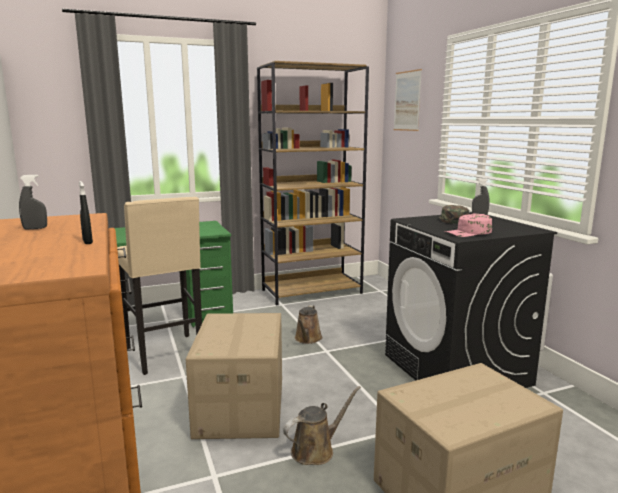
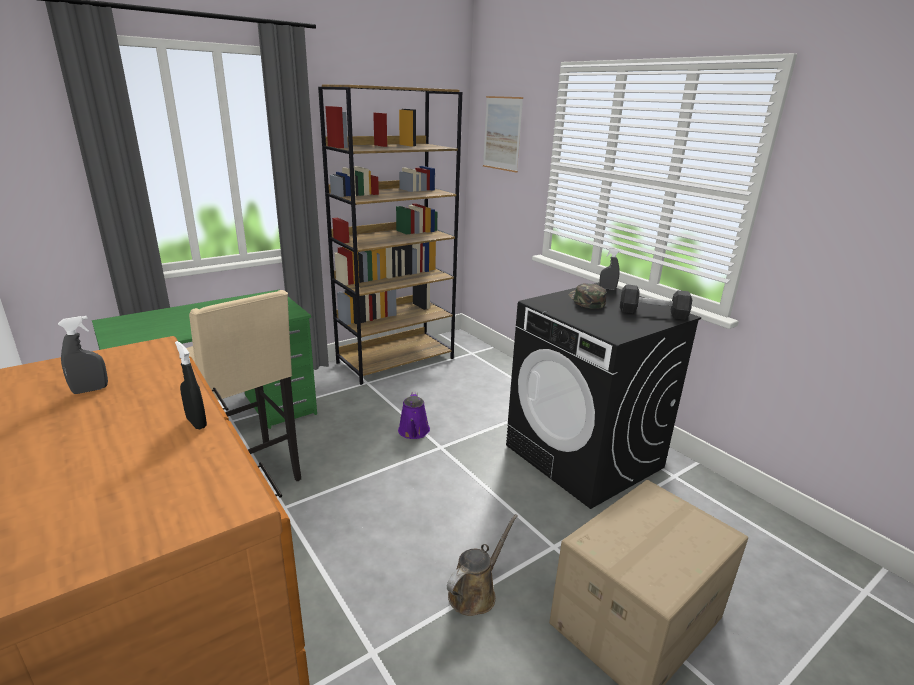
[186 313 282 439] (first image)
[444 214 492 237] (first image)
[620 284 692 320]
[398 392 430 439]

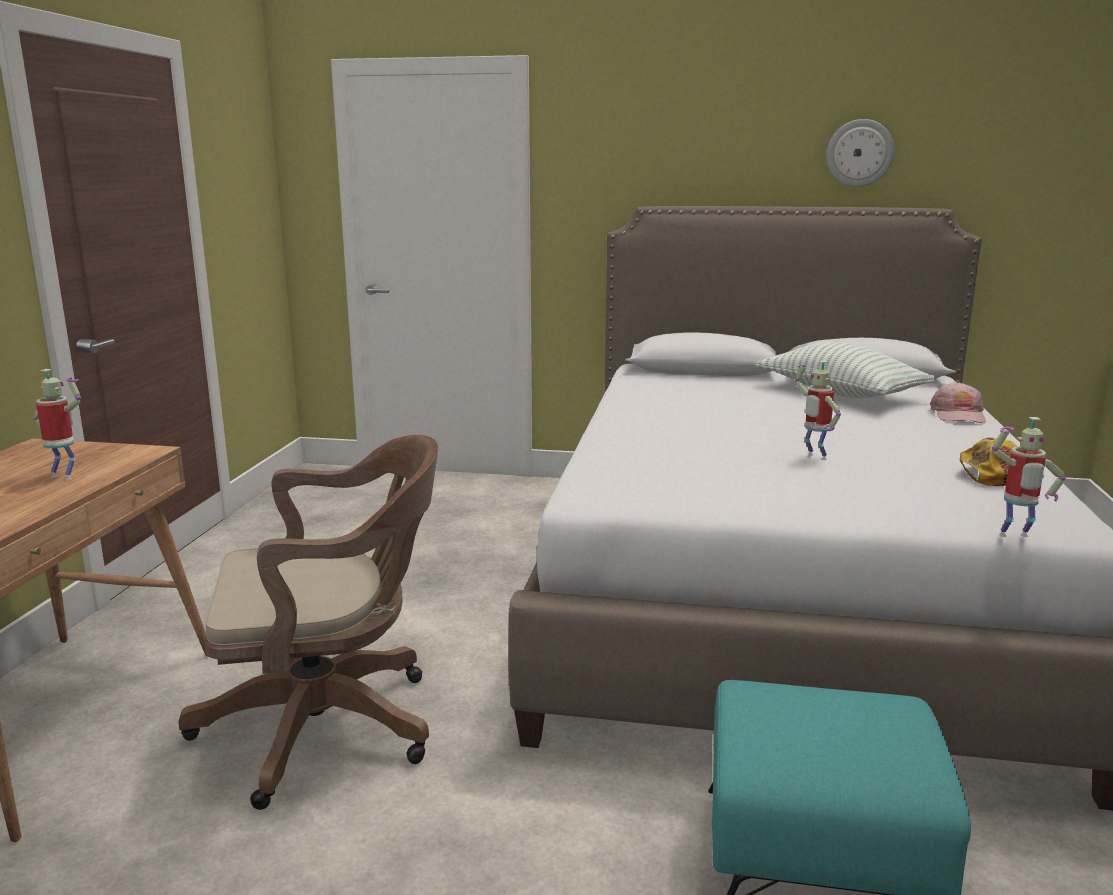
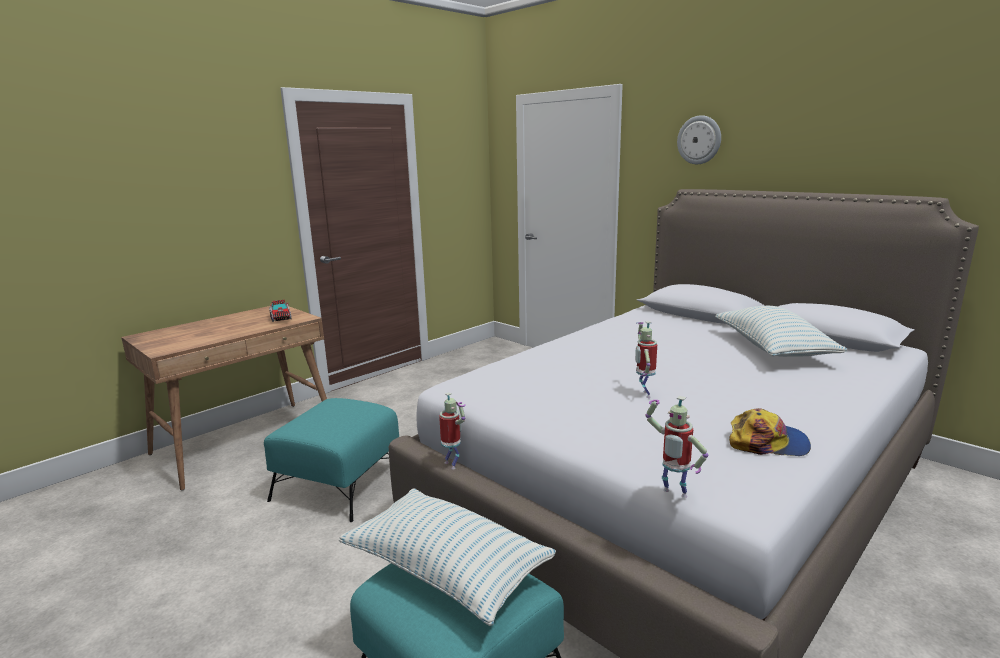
[930 382 986 423] (first image)
[269 300 291 322]
[339 488 556 626]
[439 392 466 470]
[677 115 721 164]
[264 398 399 522]

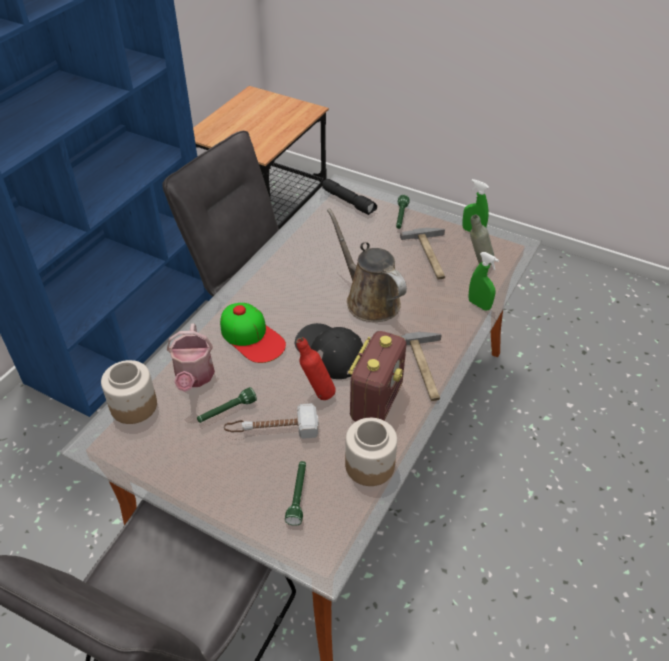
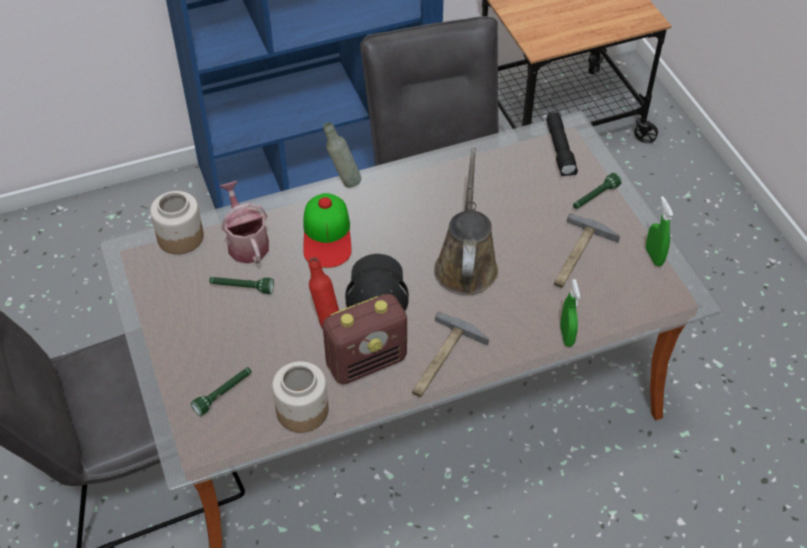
[224 403 319 439] (first image)
[323 122 361 188]
[220 181 269 264]

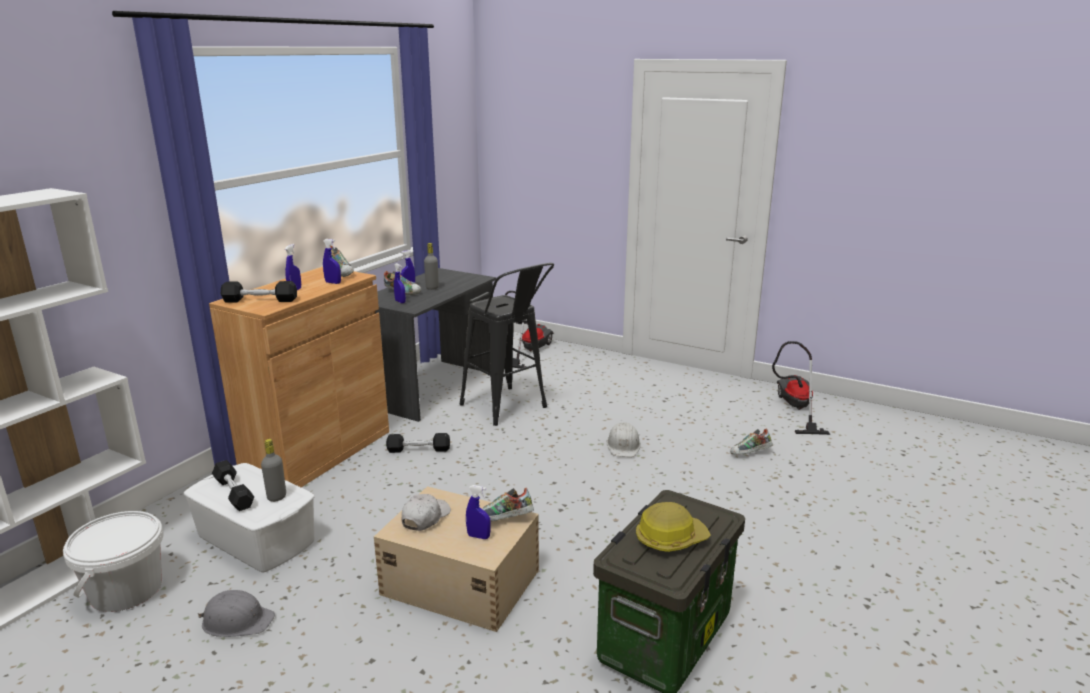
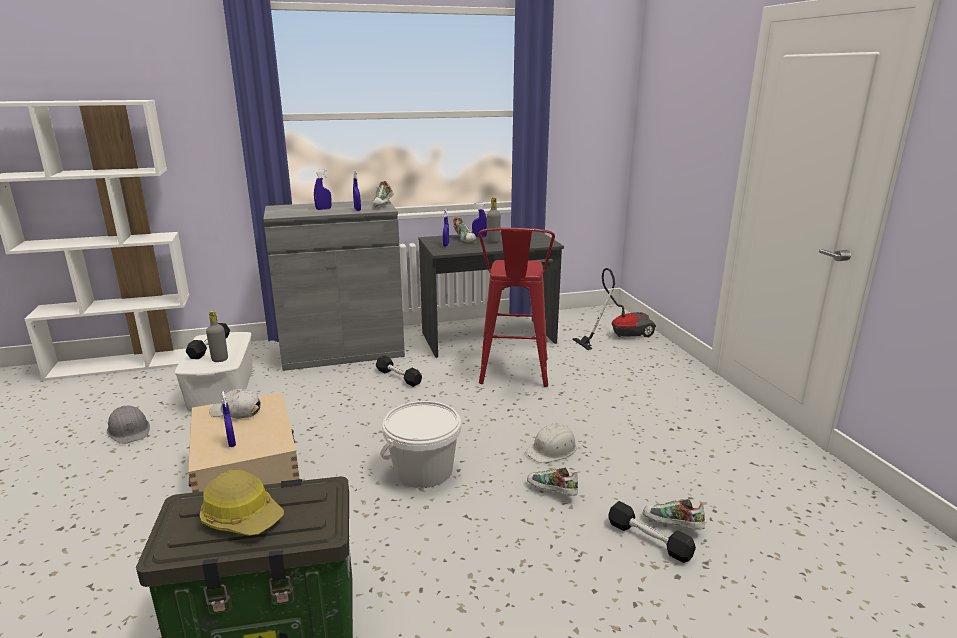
[772 341 830 435] (first image)
[380 401 461 488]
[608 501 696 563]
[527 468 578 496]
[263 200 405 371]
[478 228 555 387]
[209 388 260 418]

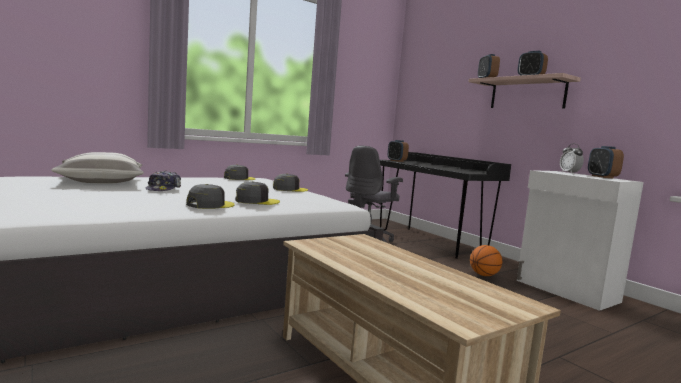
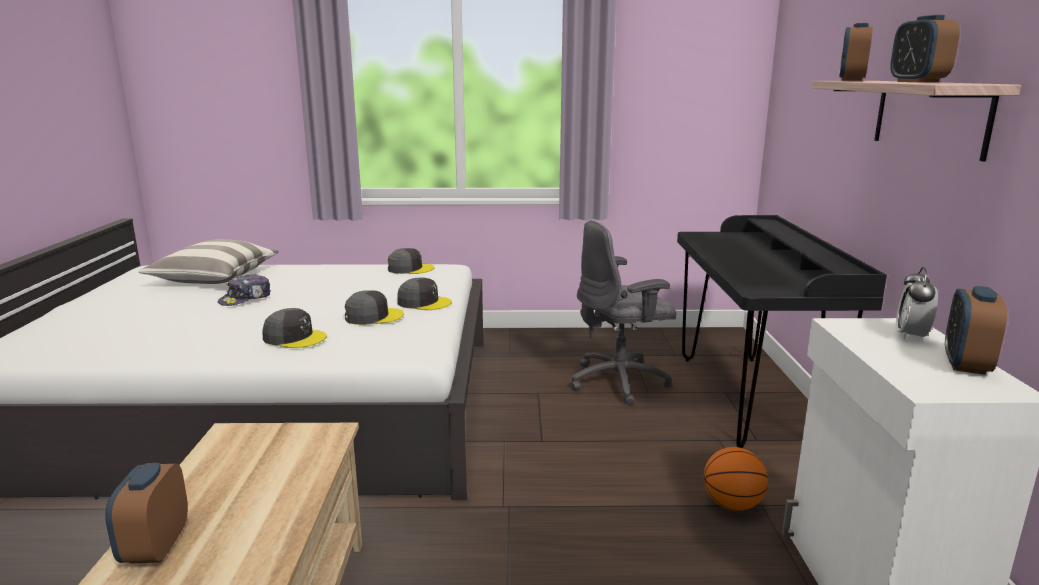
[344 290 404 325]
[105 463 188 564]

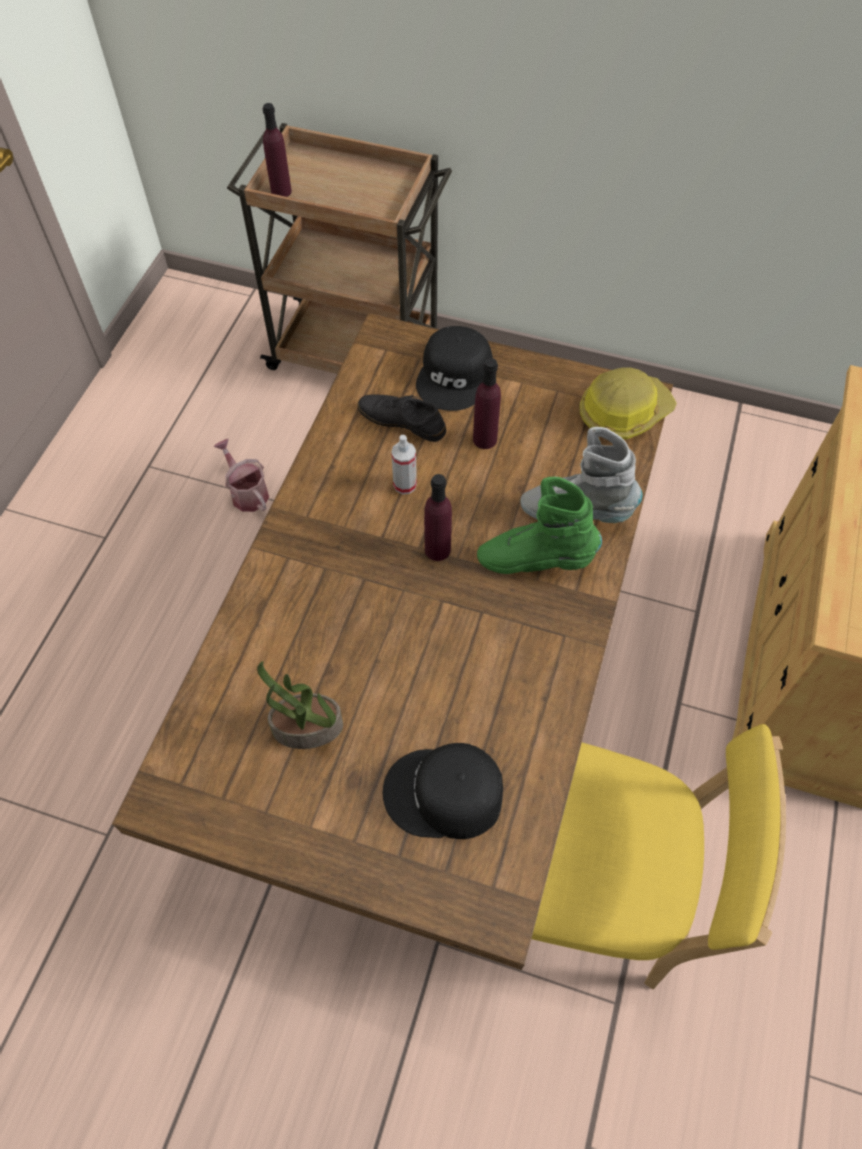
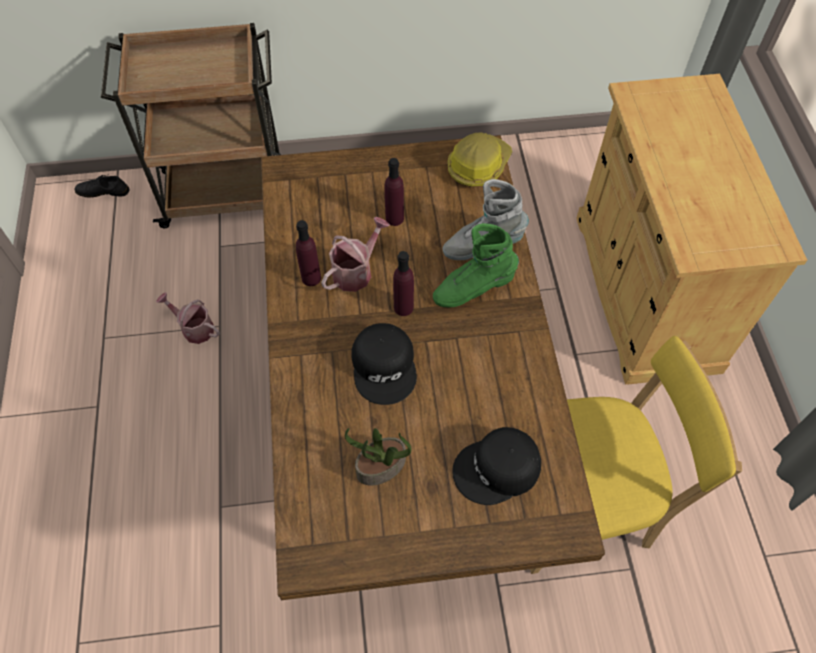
[296 220 321 286]
[75 174 129 198]
[351 323 417 405]
[321 217 390 292]

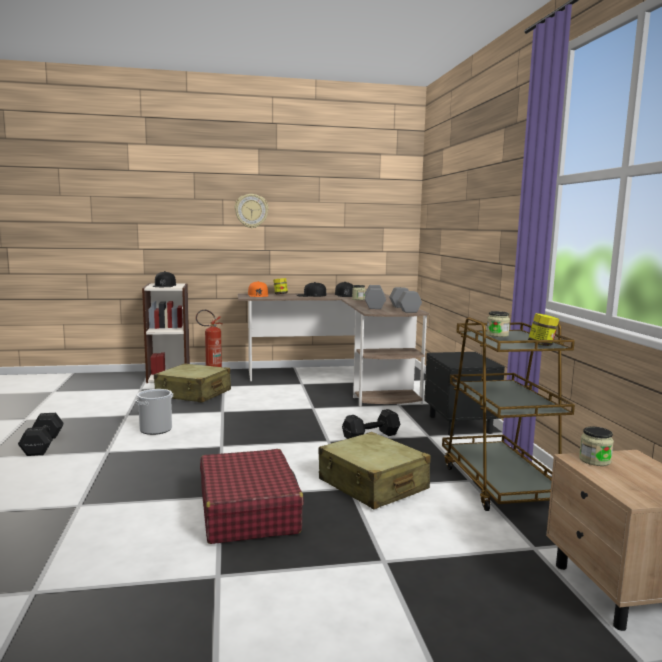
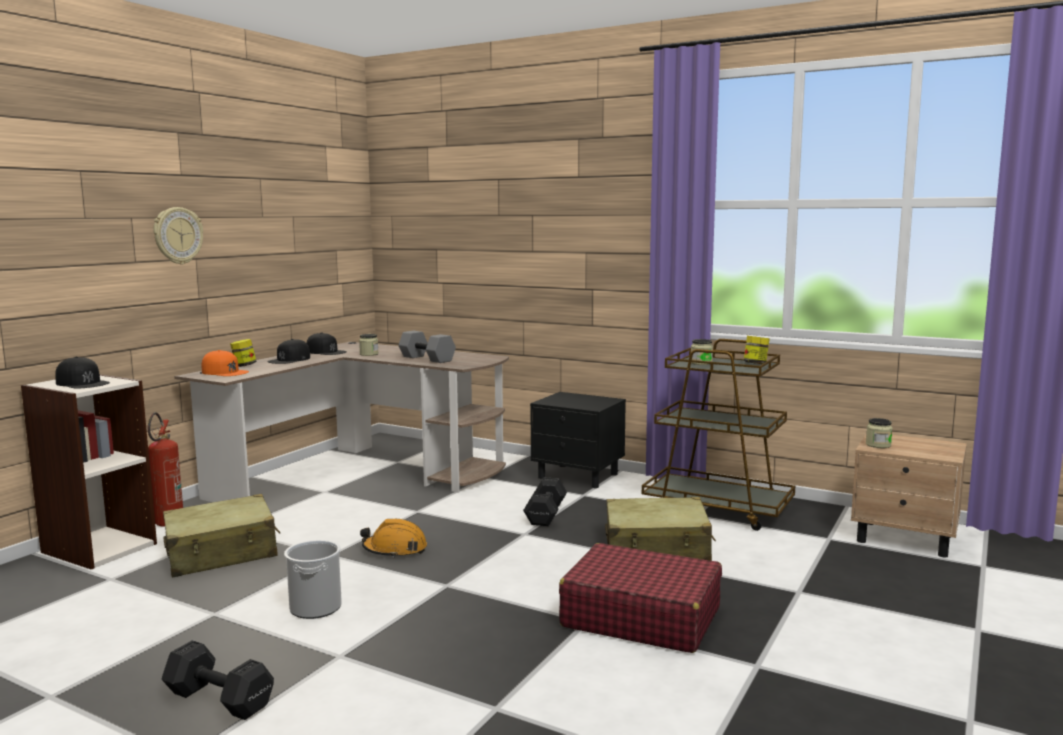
[389 287 422 313] (first image)
[360 519 427 558]

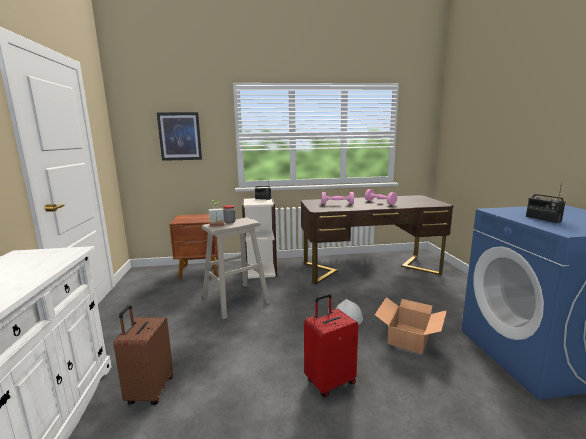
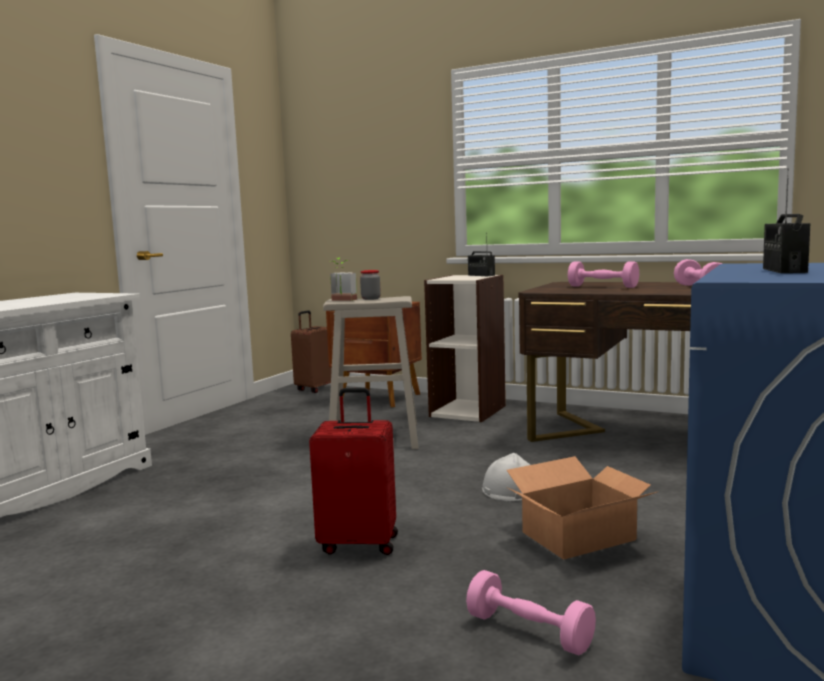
[157 112 202 161] (first image)
[466 570 596 655]
[291 310 332 393]

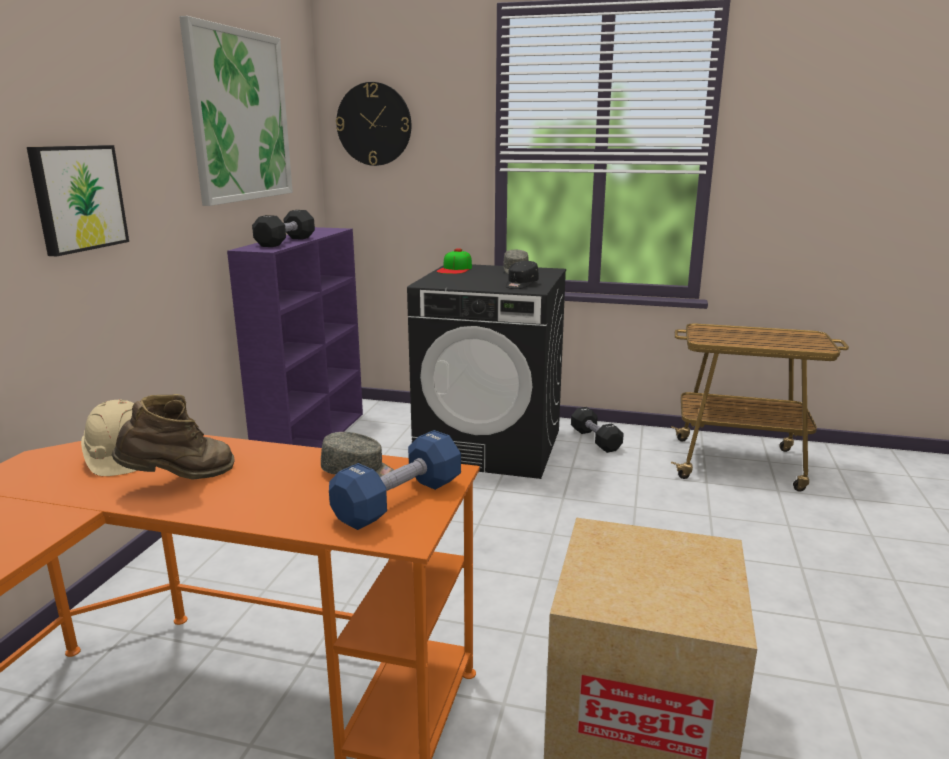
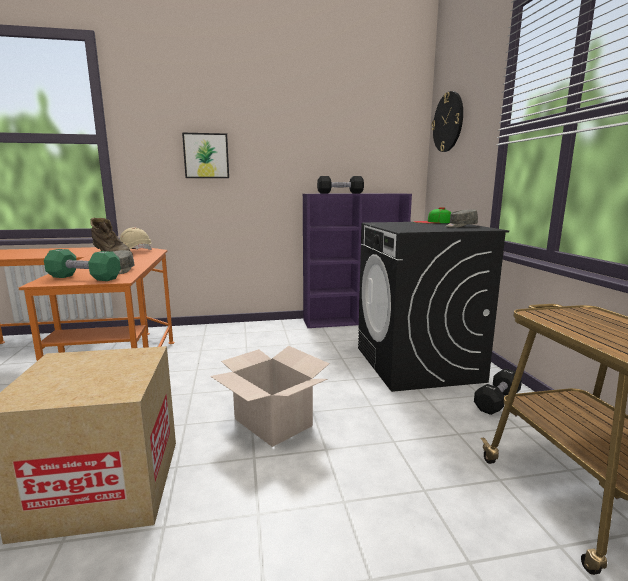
[179 16 293 206] (first image)
[506 261 539 289] (first image)
[210 346 330 447]
[44 249 121 281]

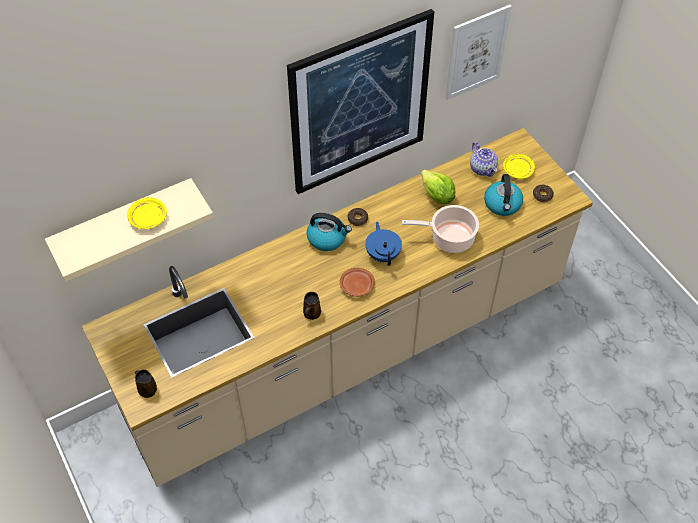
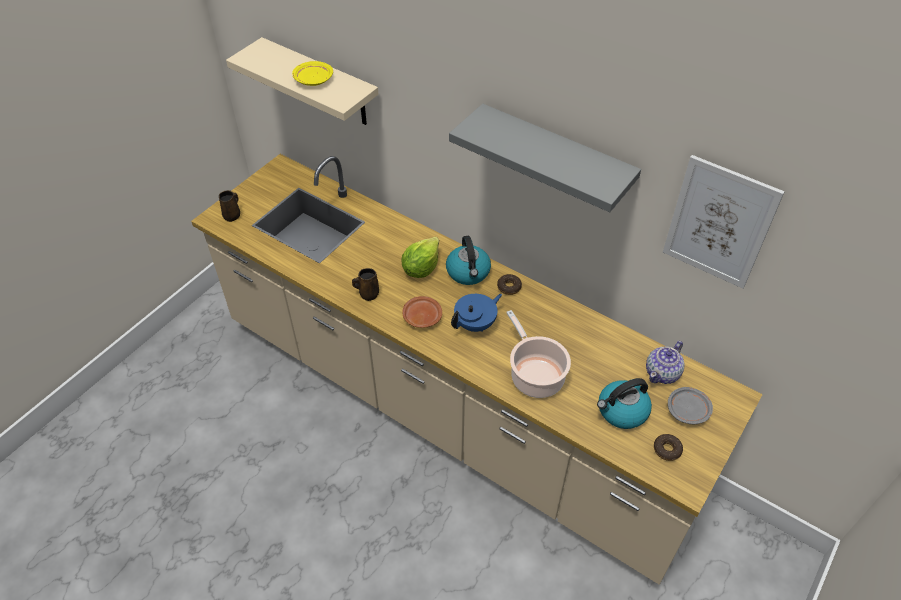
[401 237 439 278]
[449 104 641 212]
[668 387 713 424]

